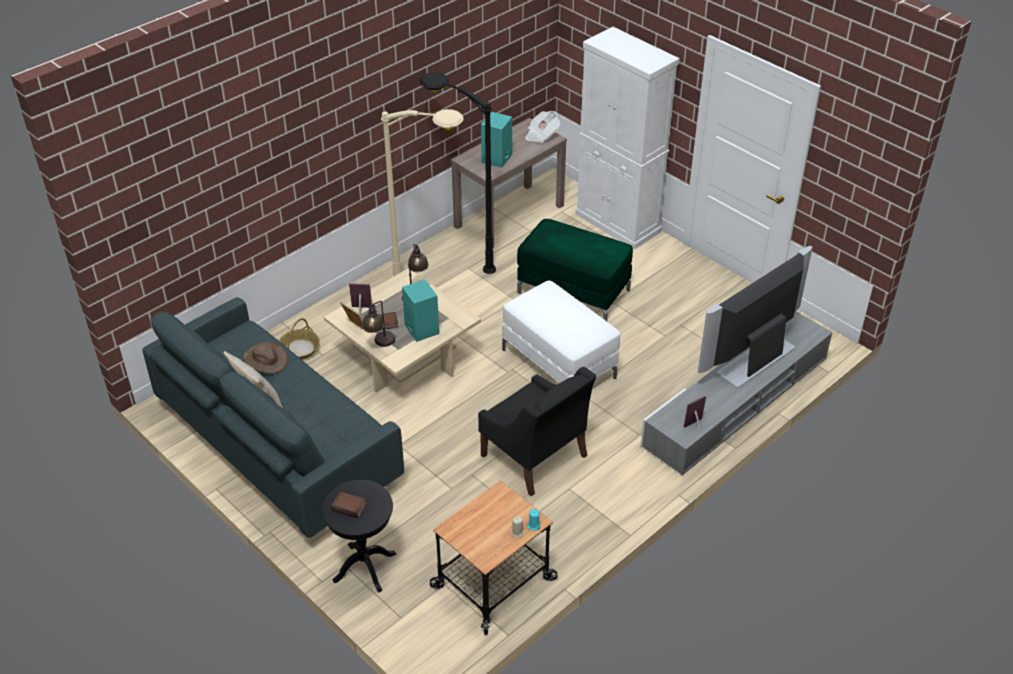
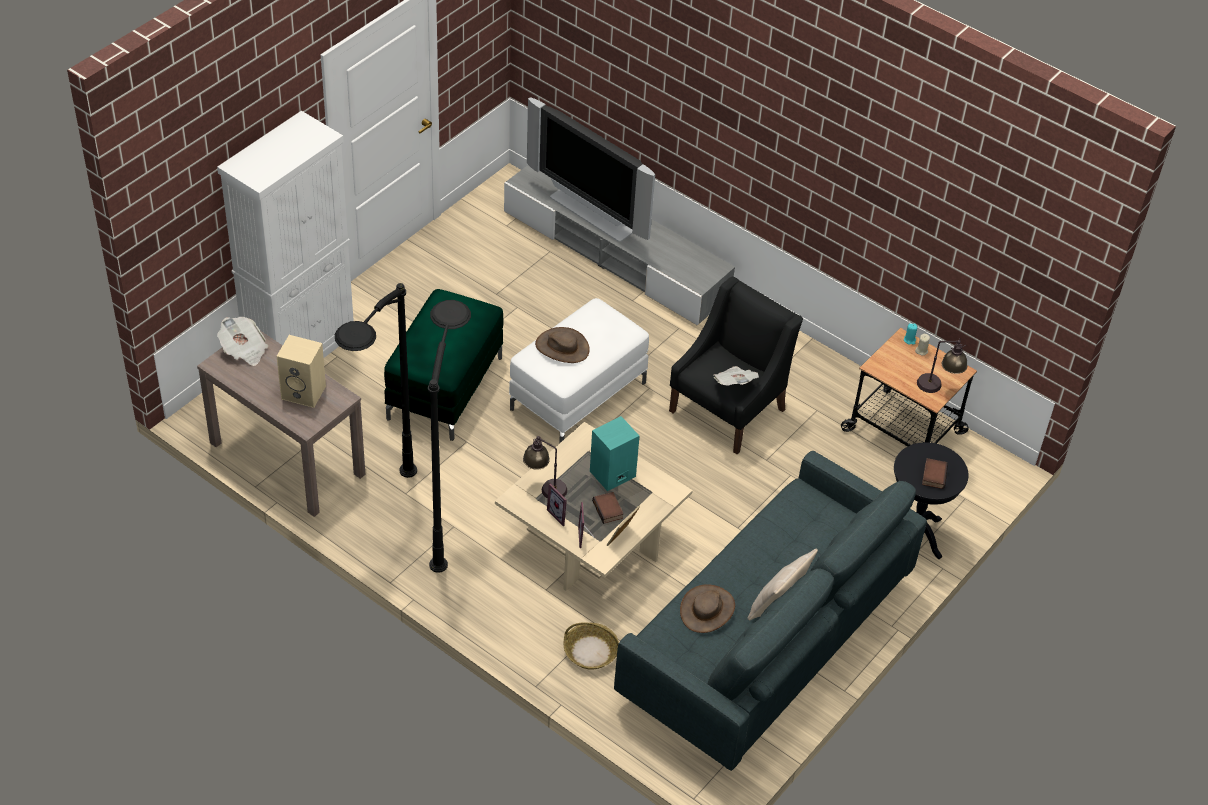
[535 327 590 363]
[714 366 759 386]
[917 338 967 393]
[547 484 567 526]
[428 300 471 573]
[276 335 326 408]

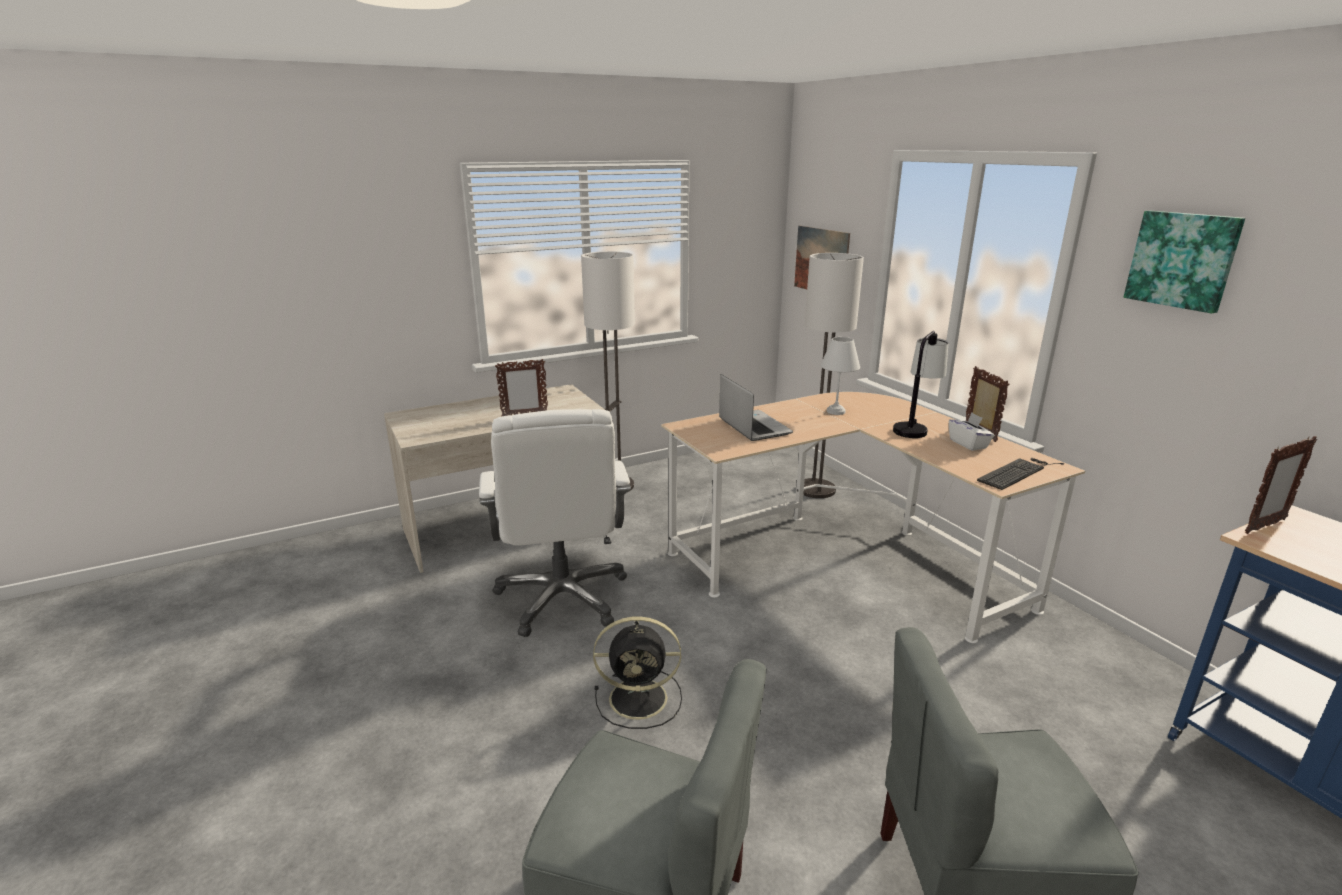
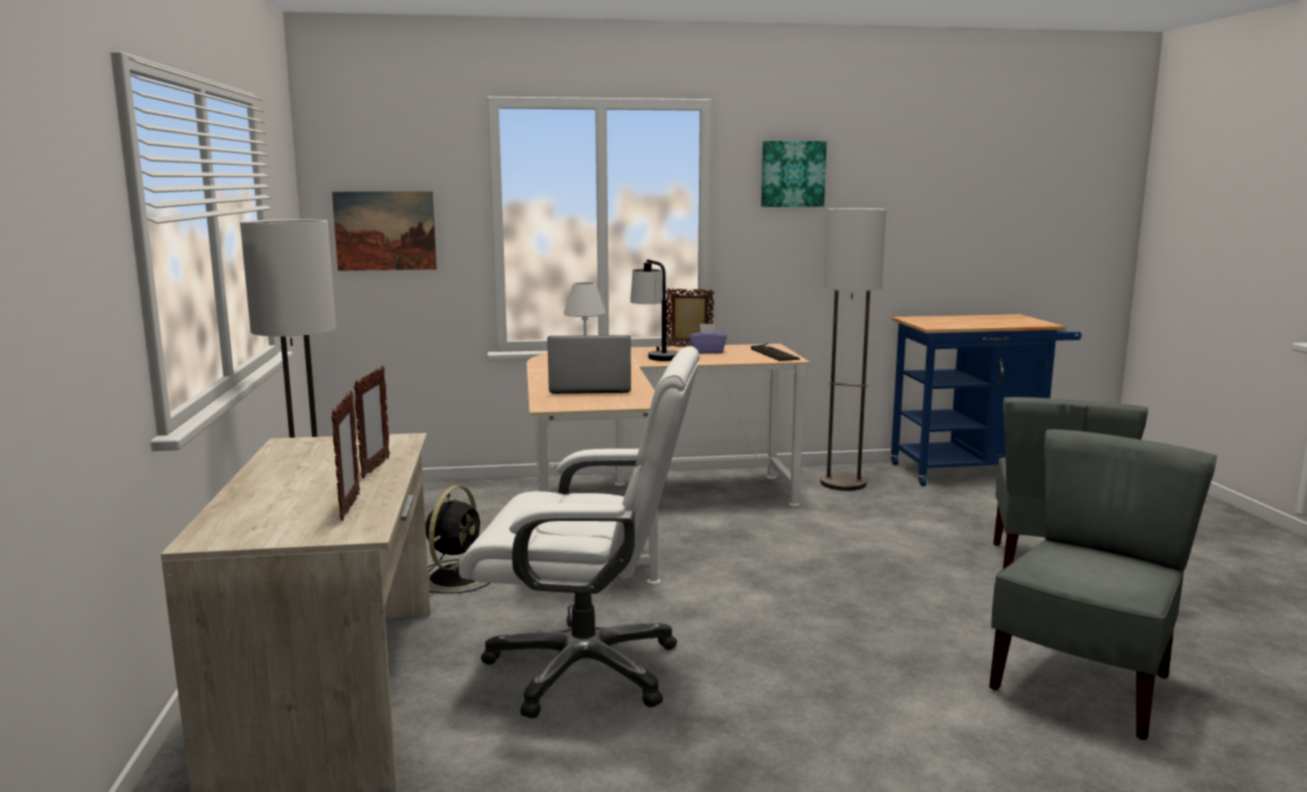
[425 486 490 593]
[820 208 886 491]
[331 391 360 520]
[689 323 727 354]

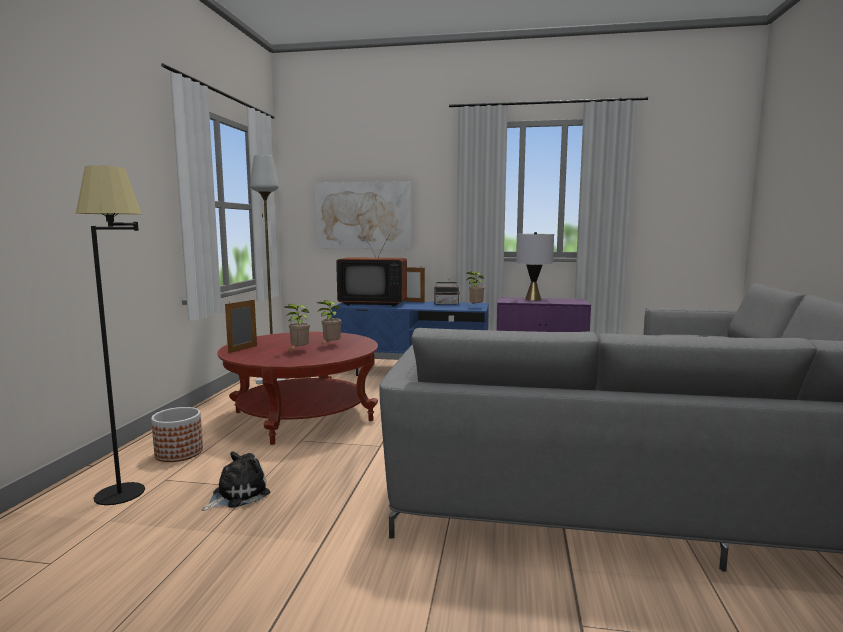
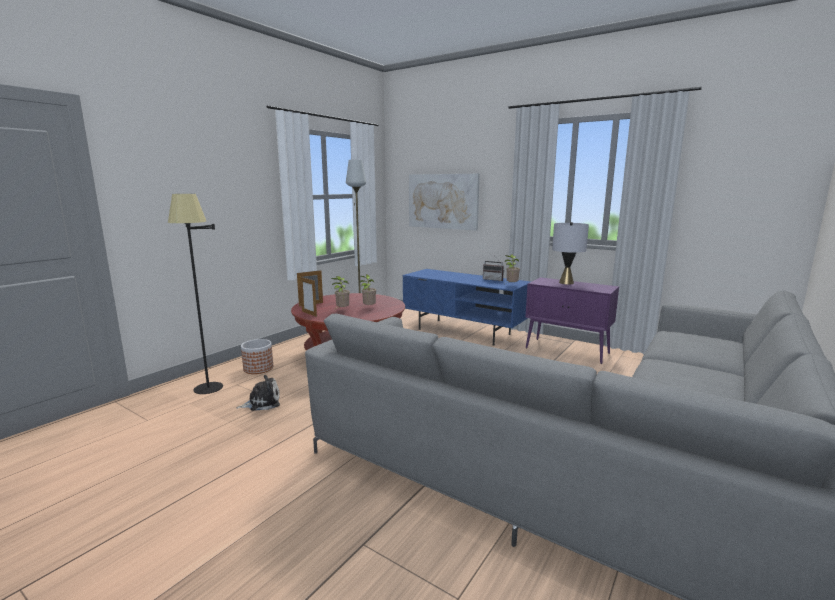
[336 235 407 306] (first image)
[300 277 317 317]

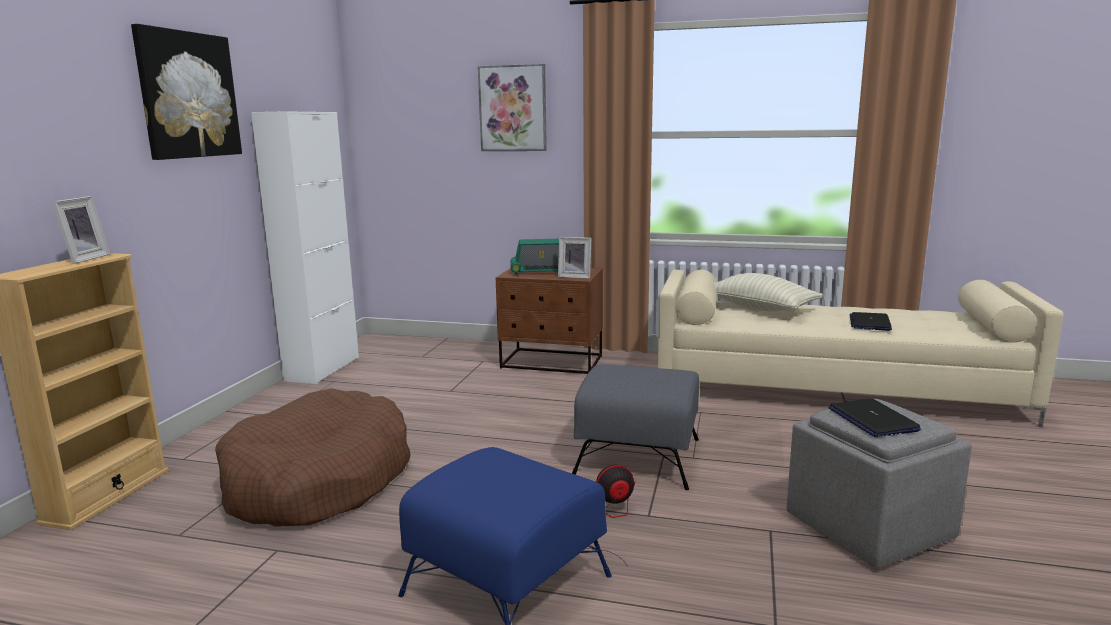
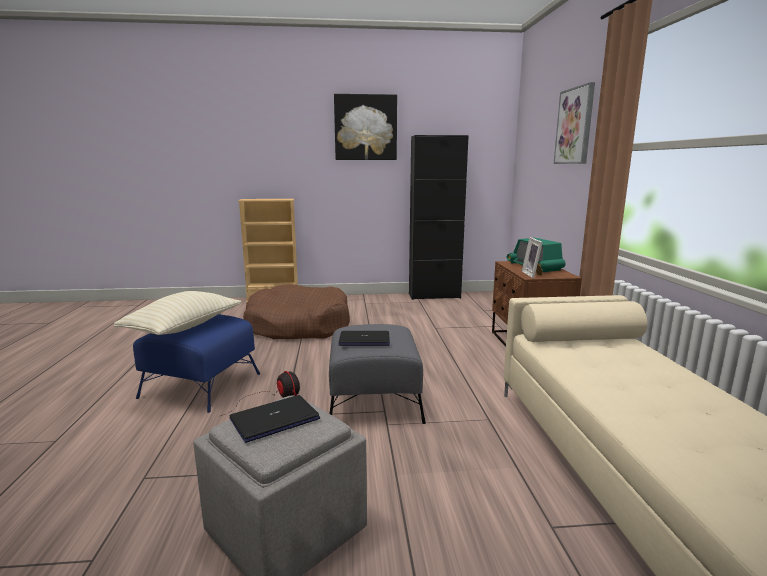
[52 196 110 264] (first image)
[114 291 241 335]
[339 331 390 346]
[409 135 469 300]

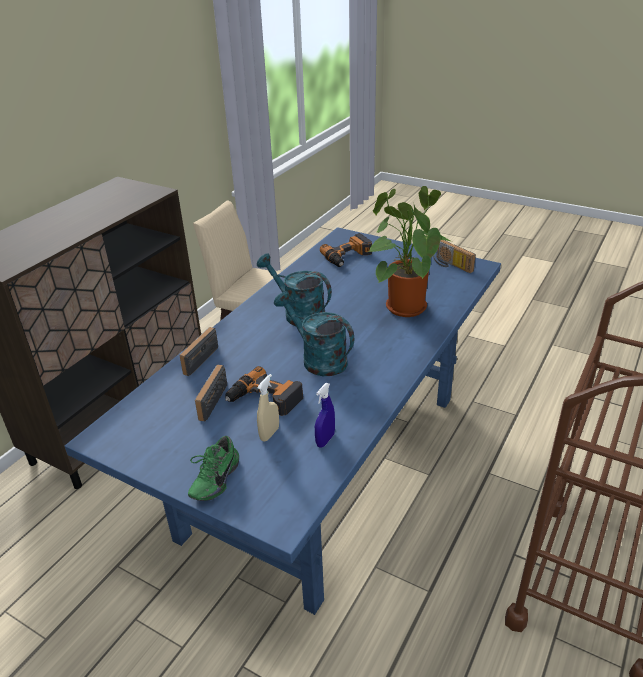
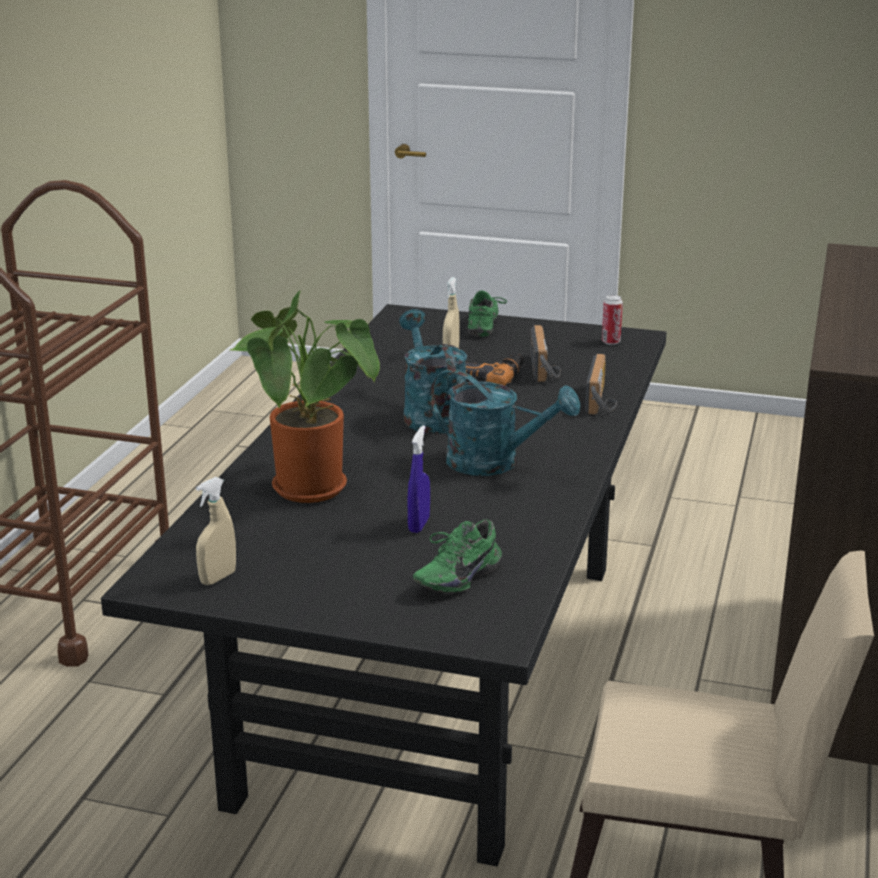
[602 295 623 345]
[408 425 430 533]
[413 520 502 593]
[196 477 236 585]
[101 304 667 866]
[399 309 467 434]

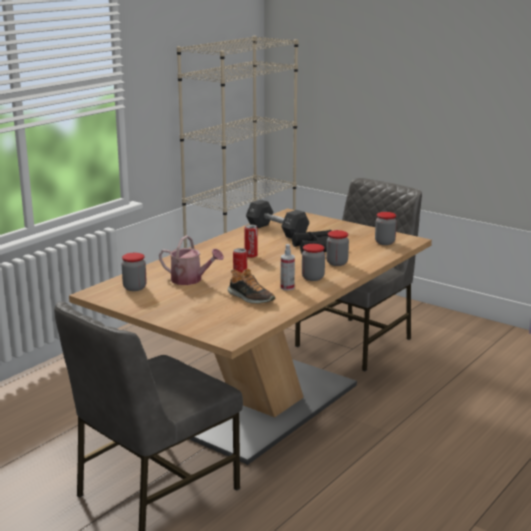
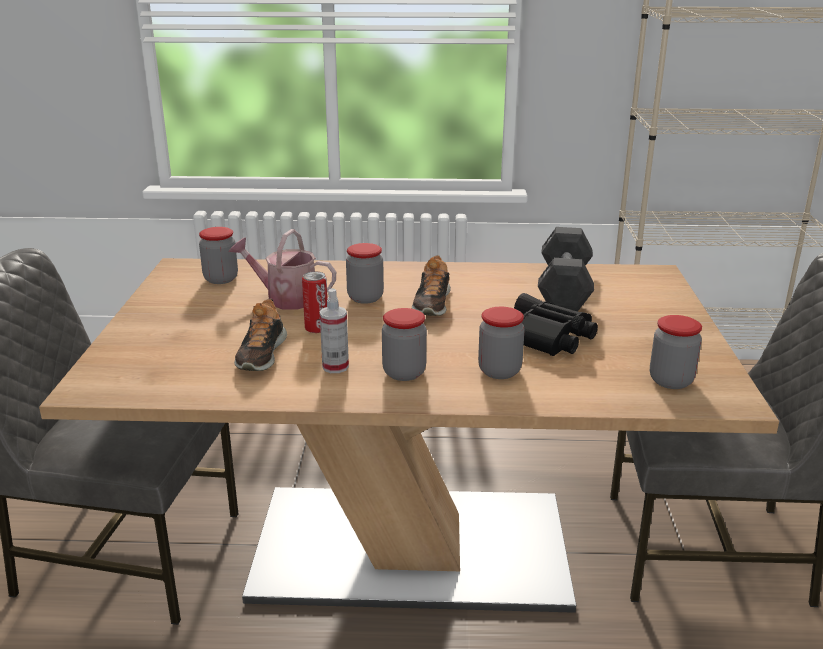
[346 243 384 304]
[412 255 451 316]
[229 229 336 310]

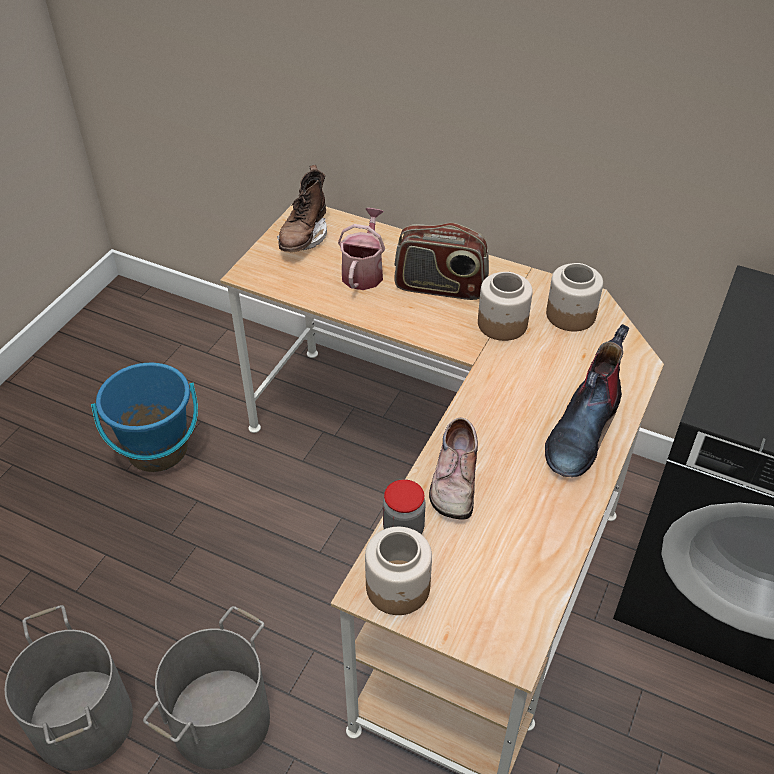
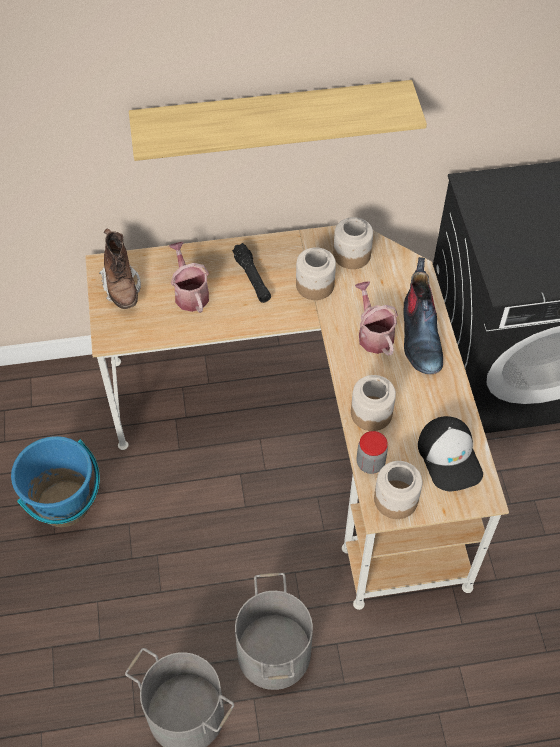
[129 80 427 161]
[355 282 398 356]
[418 416 483 491]
[232 243 271 303]
[351 375 396 431]

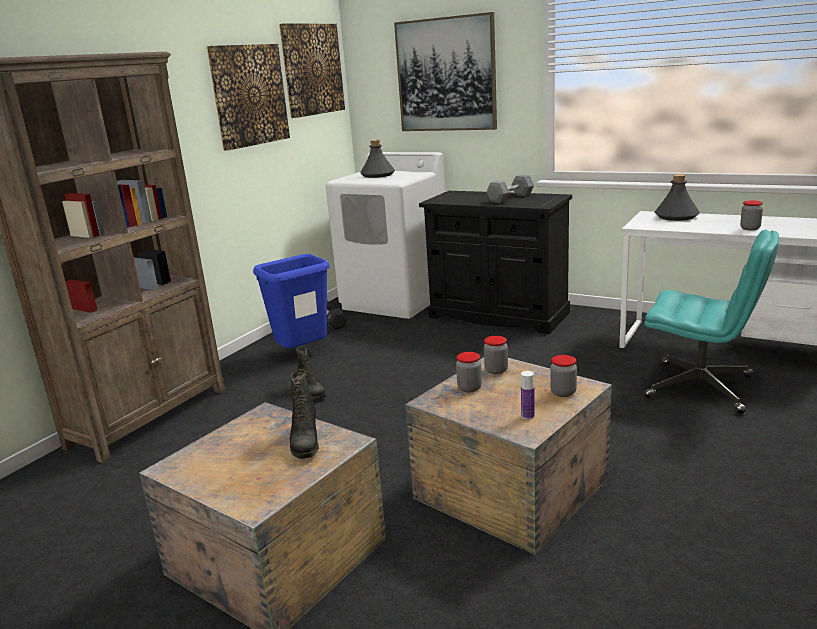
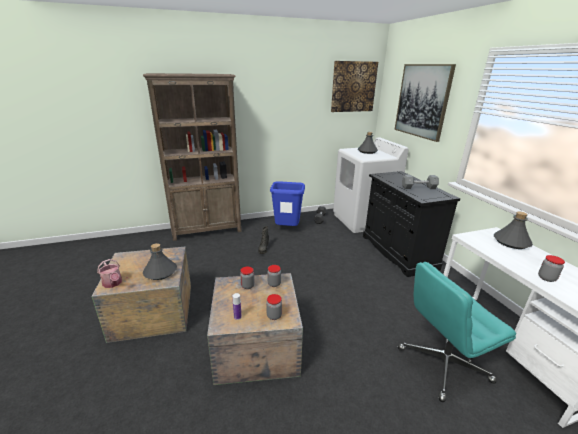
[207 44 290 151] (first image)
[97 259 122 288]
[143 243 177 280]
[398 262 516 402]

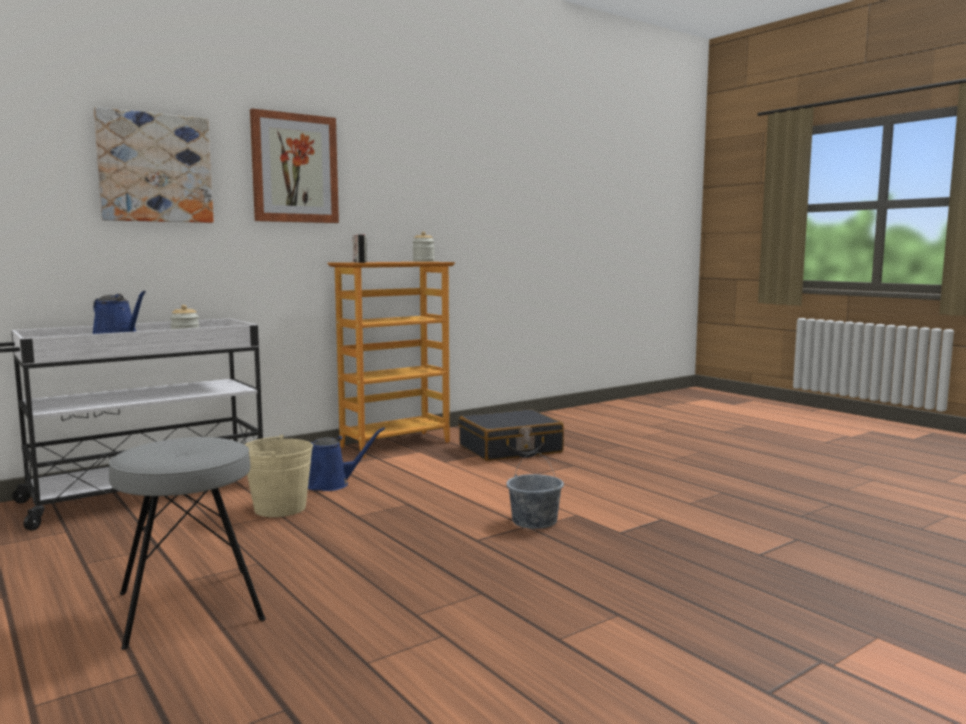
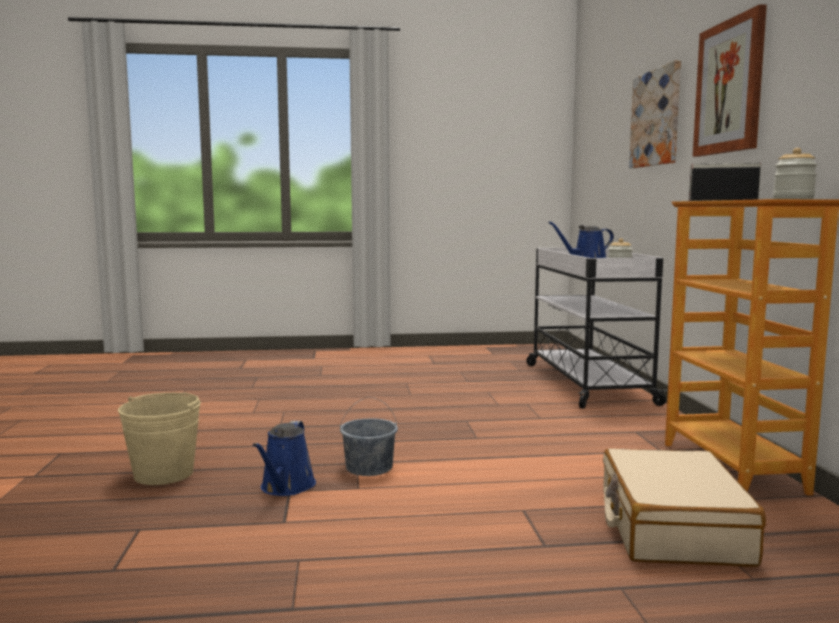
[109 437 266 650] (first image)
[118 393 201 485]
[253 421 316 496]
[603 449 766 567]

